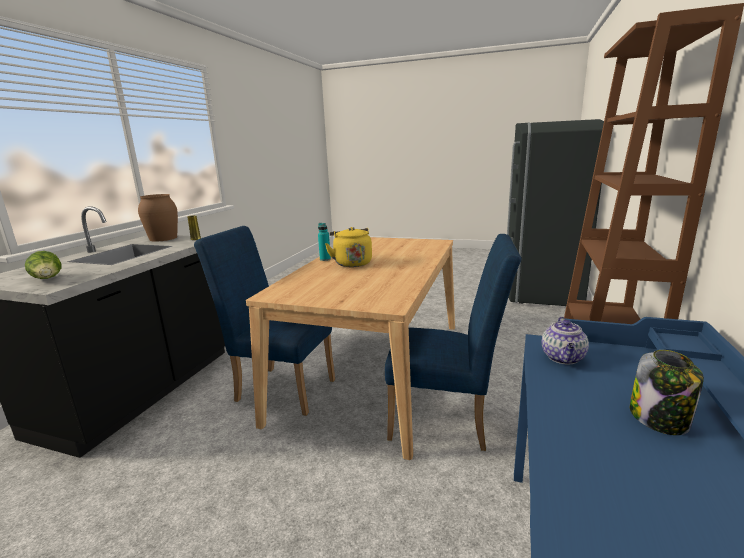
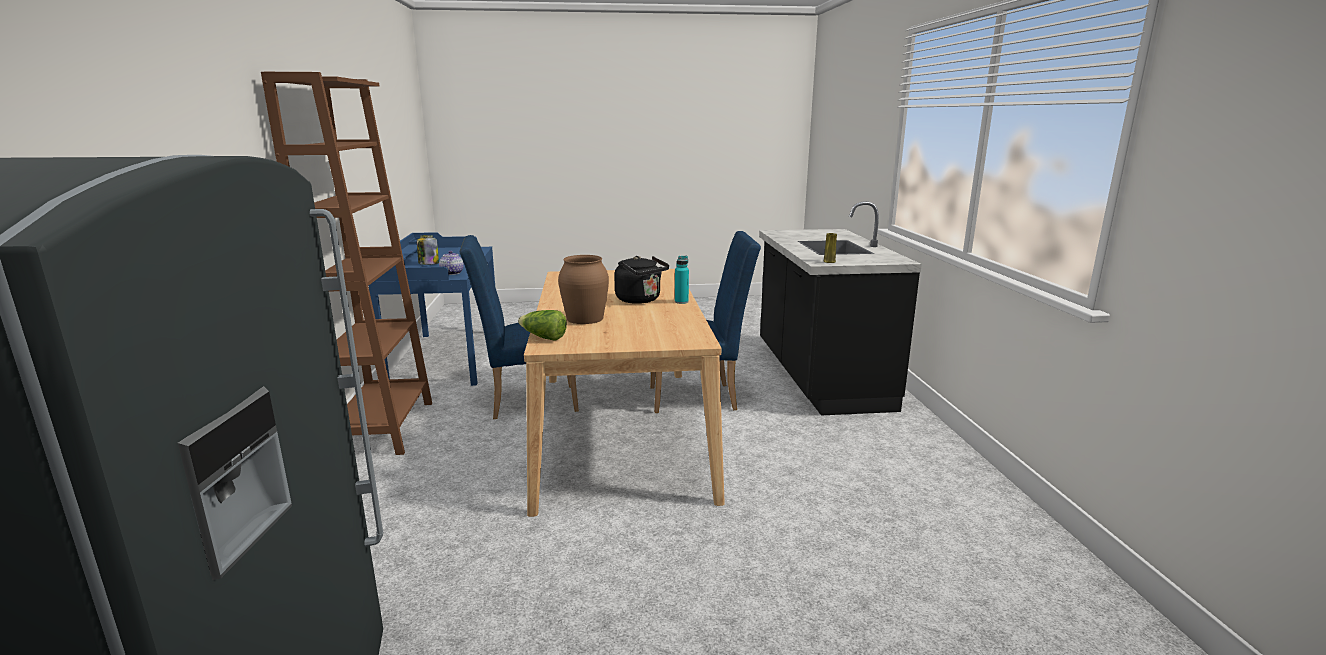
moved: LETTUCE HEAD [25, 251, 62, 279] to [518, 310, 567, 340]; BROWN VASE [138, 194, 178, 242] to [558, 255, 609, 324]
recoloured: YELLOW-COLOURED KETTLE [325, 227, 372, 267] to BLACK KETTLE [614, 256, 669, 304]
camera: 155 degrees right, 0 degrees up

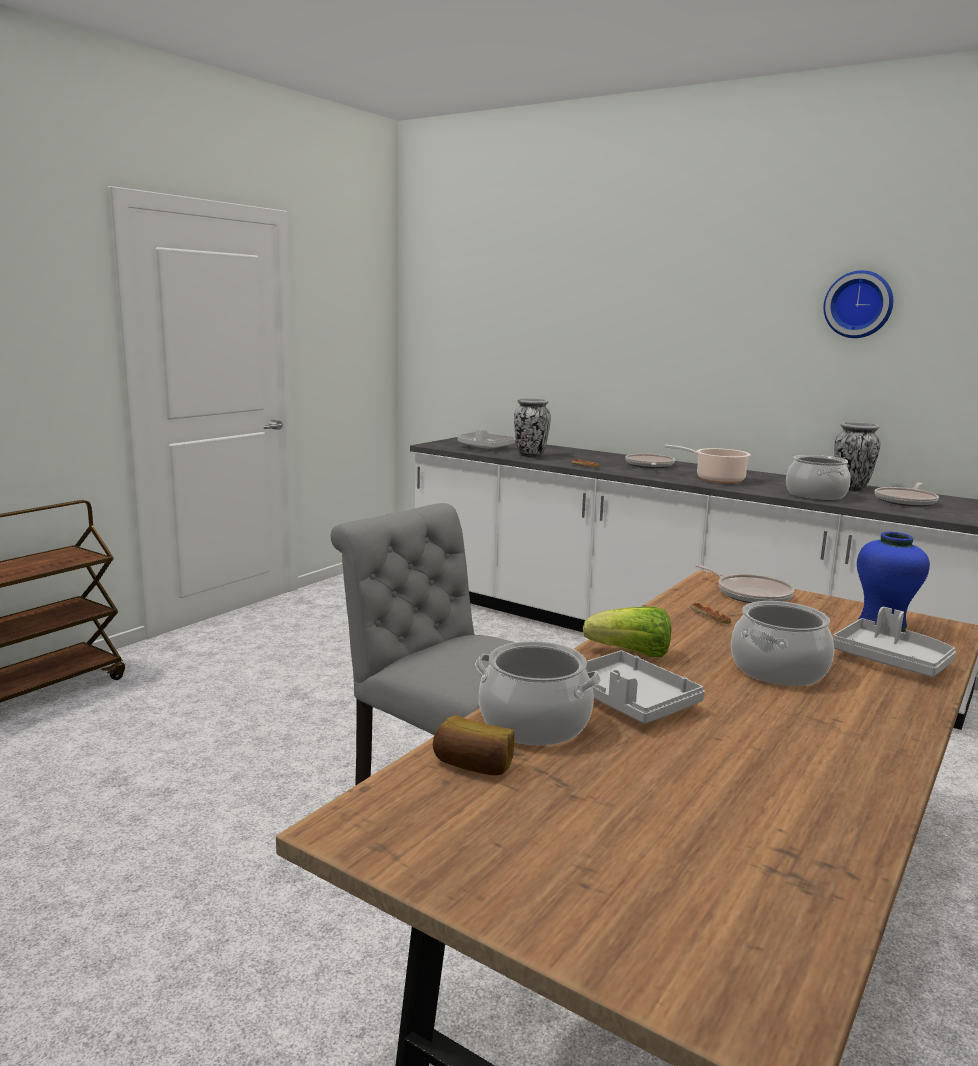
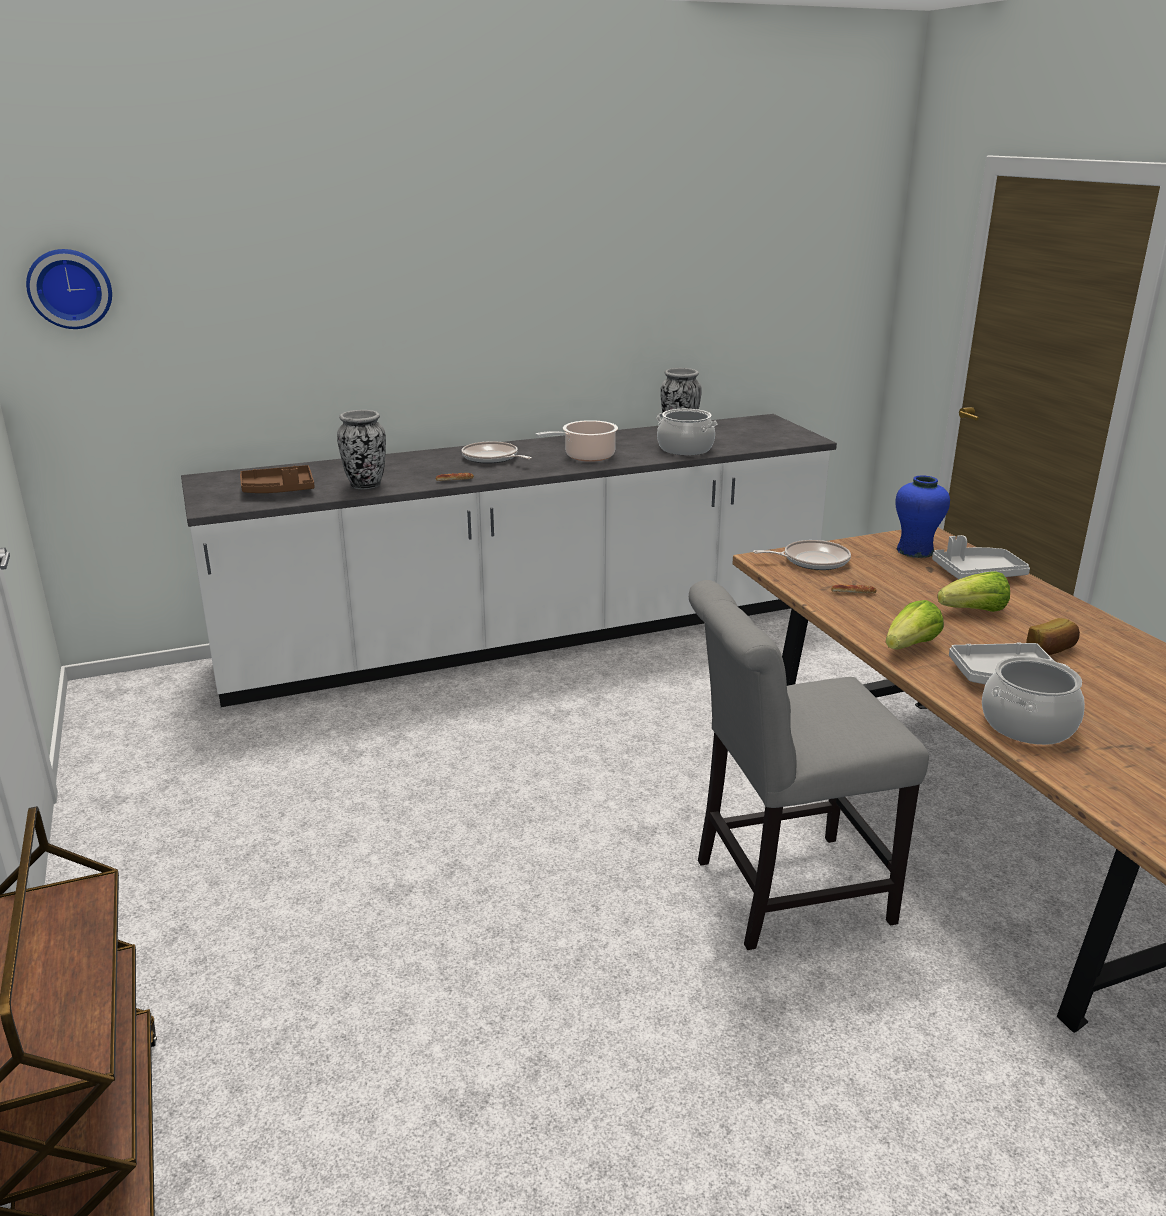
removed: SKILLET [875, 483, 939, 506]
moved: BAKED BREAD [433, 715, 515, 776] to [1026, 618, 1080, 655]; WALL CLOCK [824, 270, 893, 338] to [26, 249, 112, 329]
replaced: STOCKPOT [731, 601, 834, 686] to LETTUCE HEAD [937, 571, 1010, 612]
recoloured: GREYISH SERVING TRAY [457, 429, 515, 448] to BROWN SERVING TRAY [240, 465, 314, 493]
camera: 55 degrees left, 10 degrees up

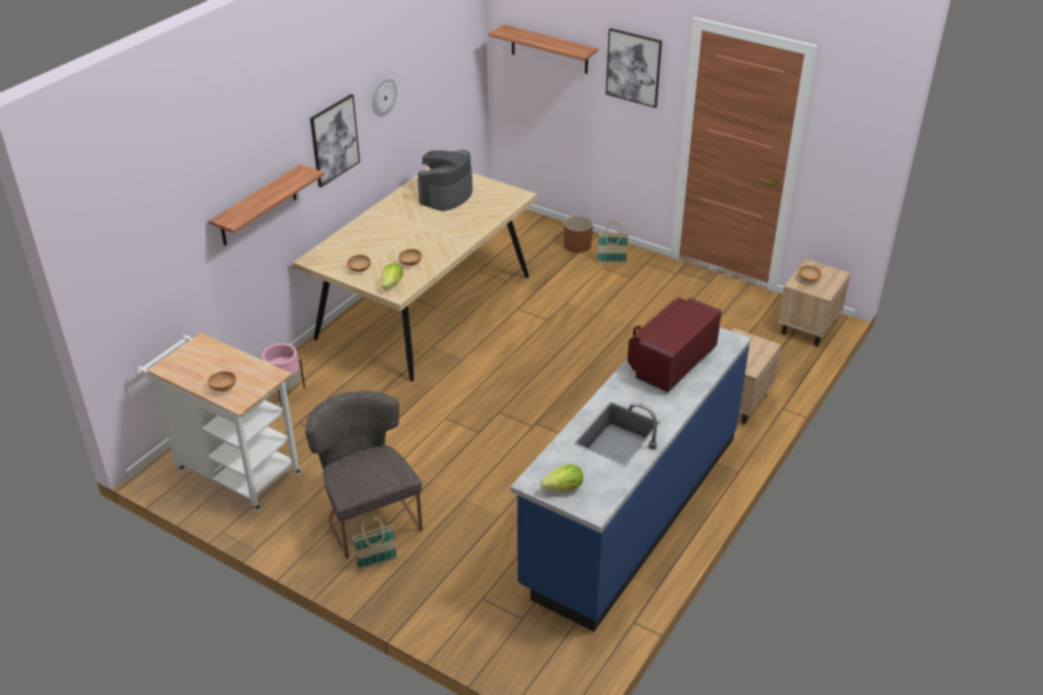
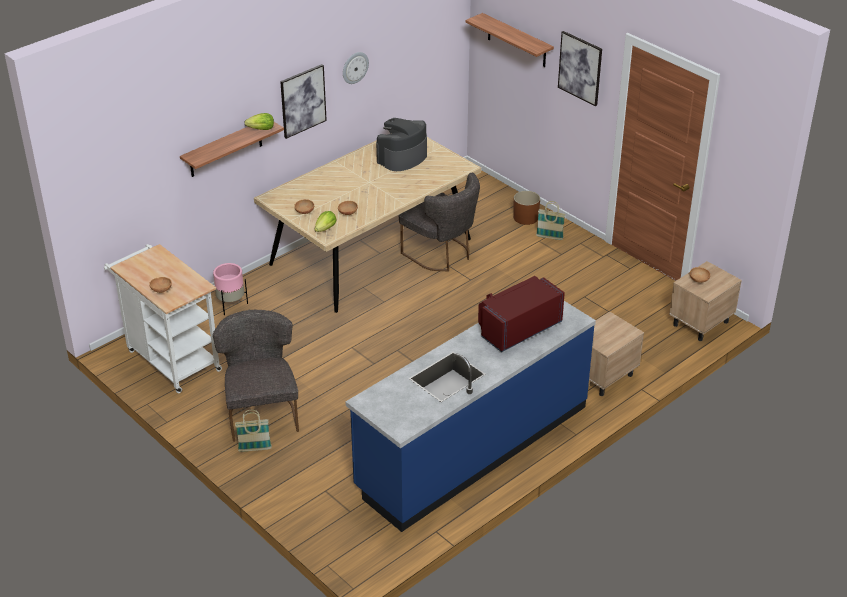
added: GREYISH PLAIN CHAIR [399, 173, 480, 271]
moved: LETTUCE HEAD [541, 464, 583, 491] to [244, 113, 274, 130]
camera: 15 degrees right, 0 degrees up

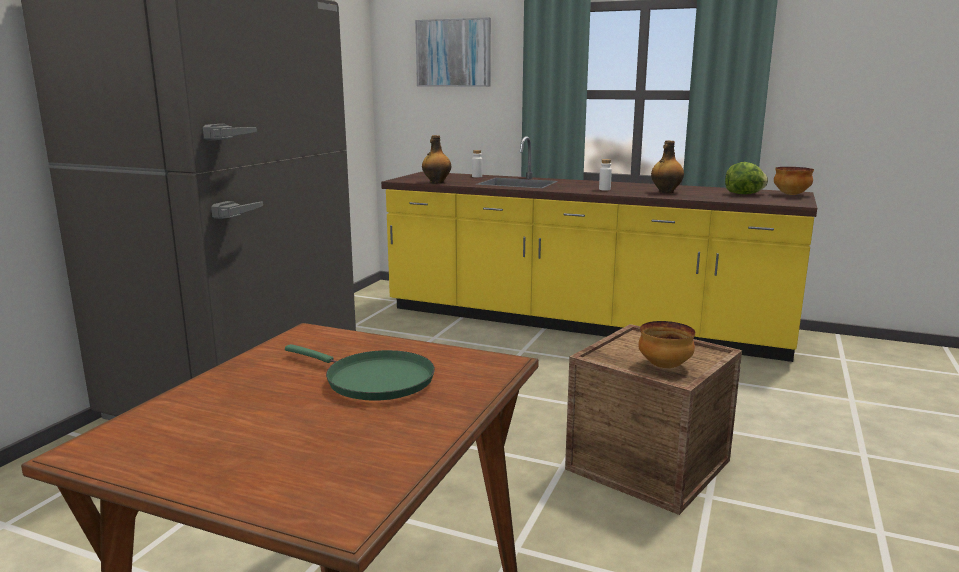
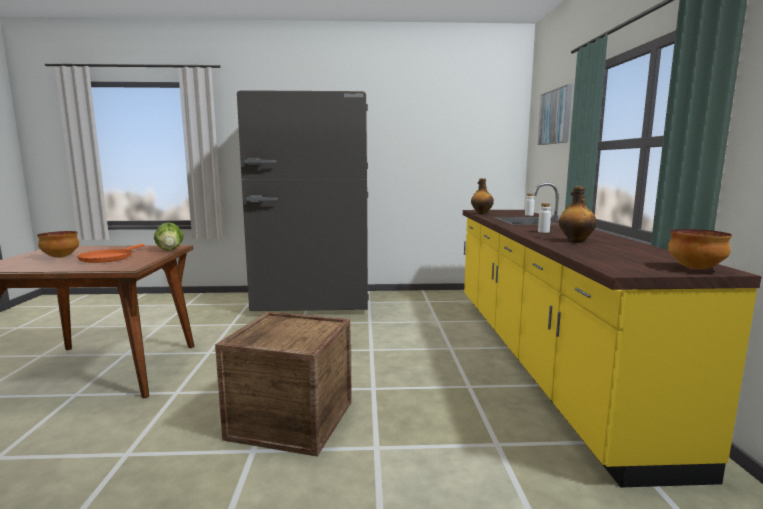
moved: SERVING BOWL [638, 321, 695, 368] to [37, 231, 79, 258]; LETTUCE HEAD [725, 162, 768, 194] to [154, 222, 184, 251]
recoloured: GREEN SKILLET [285, 344, 435, 401] to ORANGE-COLOURED SKILLET [77, 244, 145, 263]
camera: 65 degrees right, 5 degrees down

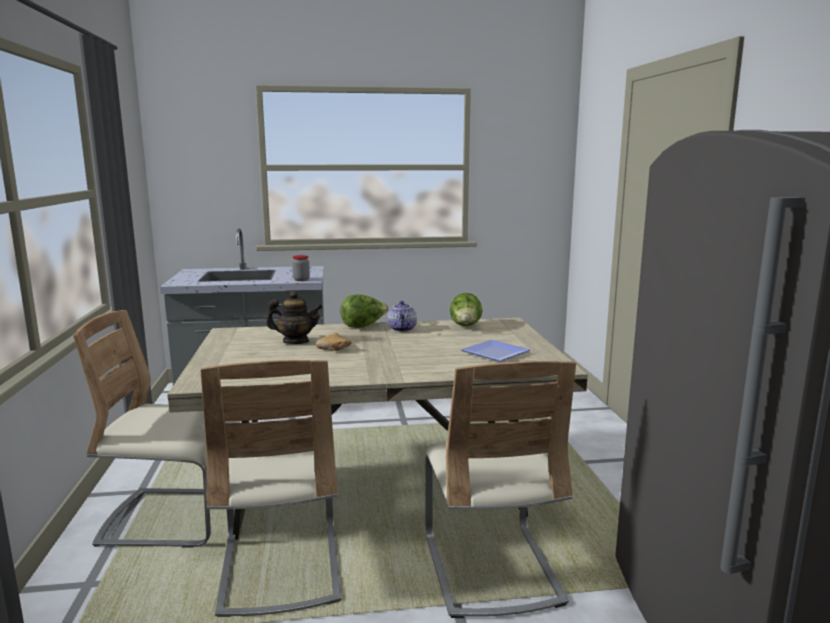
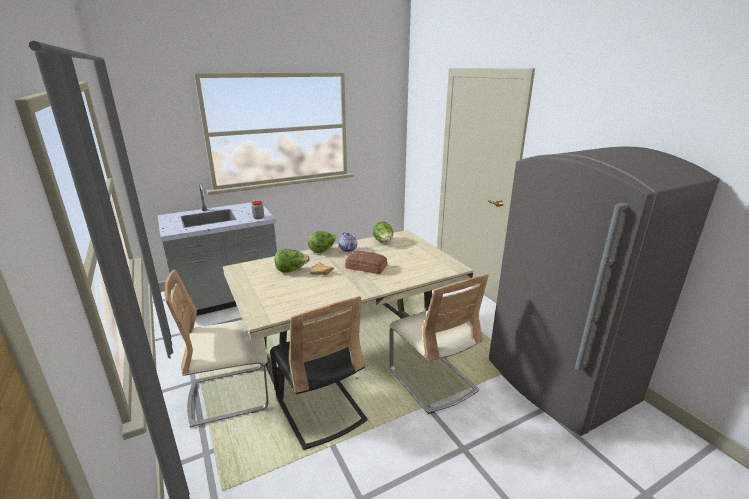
removed: FLAT DISH [461, 340, 530, 362]
added: BAKED BREAD [345, 251, 388, 274]
replaced: TEAPOT [266, 291, 323, 344] to LETTUCE HEAD [275, 249, 310, 273]
recoloured: BEIGE PLAIN CHAIR [200, 360, 342, 617] to BLACK PLAIN CHAIR [270, 296, 368, 450]
camera: 20 degrees left, 10 degrees up

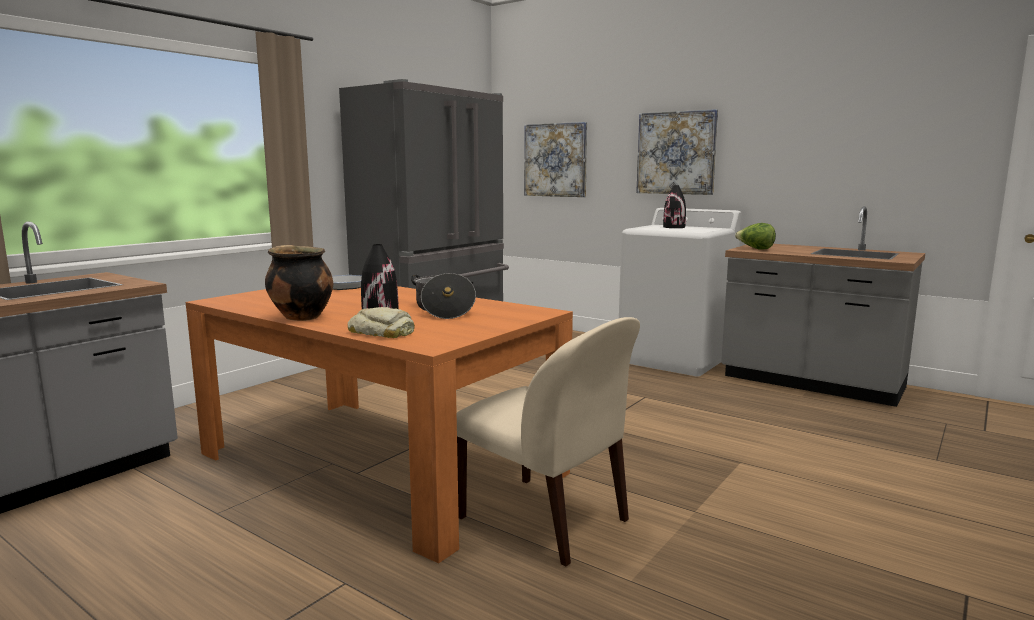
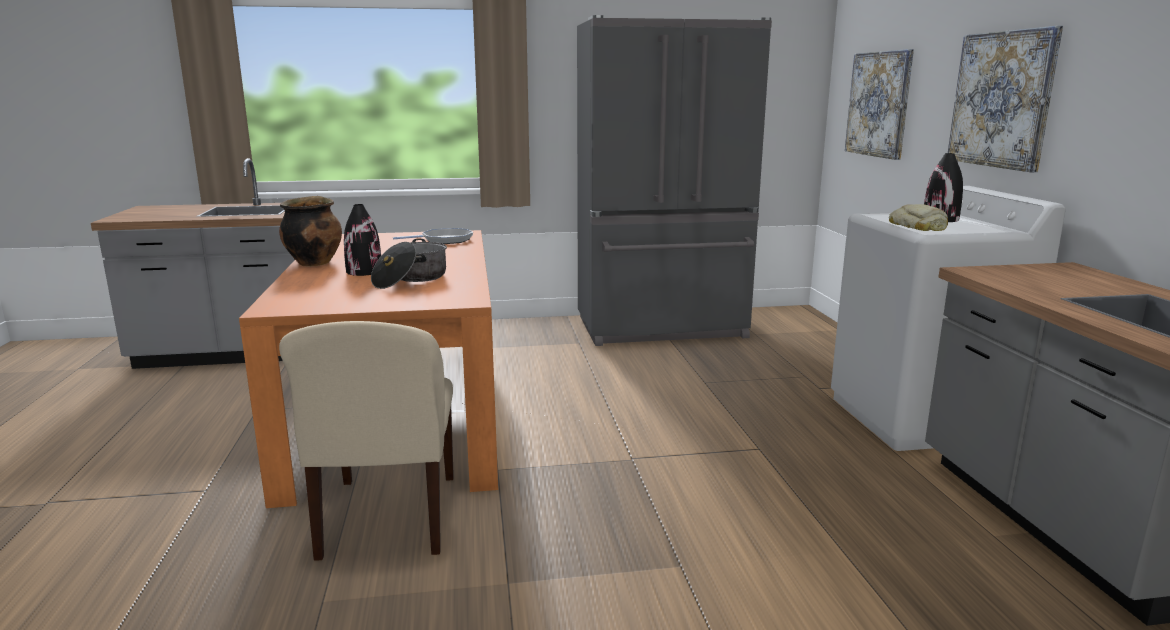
removed: LETTUCE HEAD [735, 223, 776, 250]
moved: BAKED BREAD [348, 307, 415, 338] to [889, 204, 948, 231]
camera: 45 degrees right, 5 degrees up

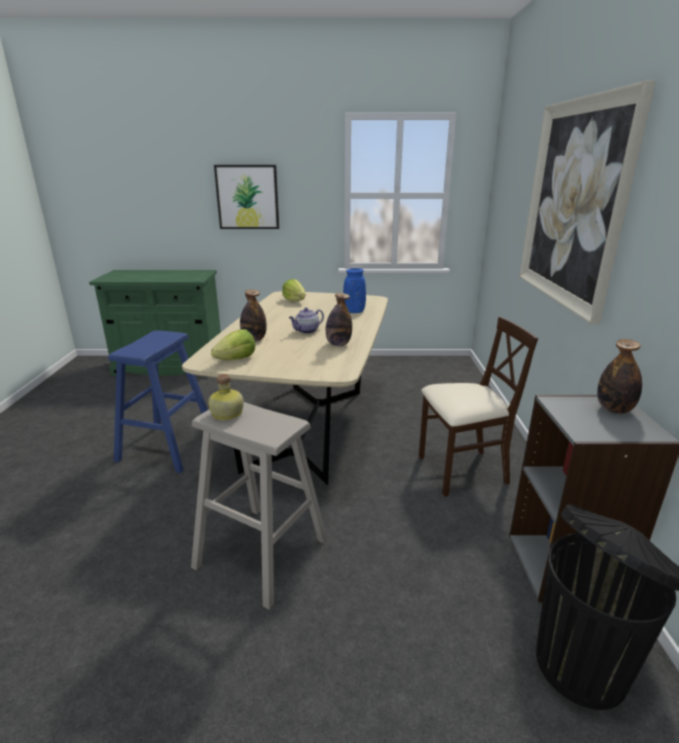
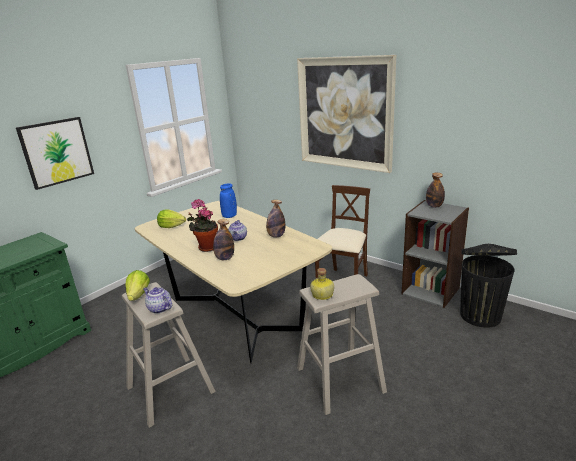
added: TEAPOT [143, 287, 172, 314]; POTTED PLANT [187, 199, 218, 252]
moved: LETTUCE HEAD [211, 329, 255, 360] to [126, 270, 150, 301]
recoloured: BLUE-COLOURED SITTING STOOL [108, 330, 208, 473] to BEIGE SITTING STOOL [122, 282, 216, 428]
camera: 50 degrees left, 0 degrees up

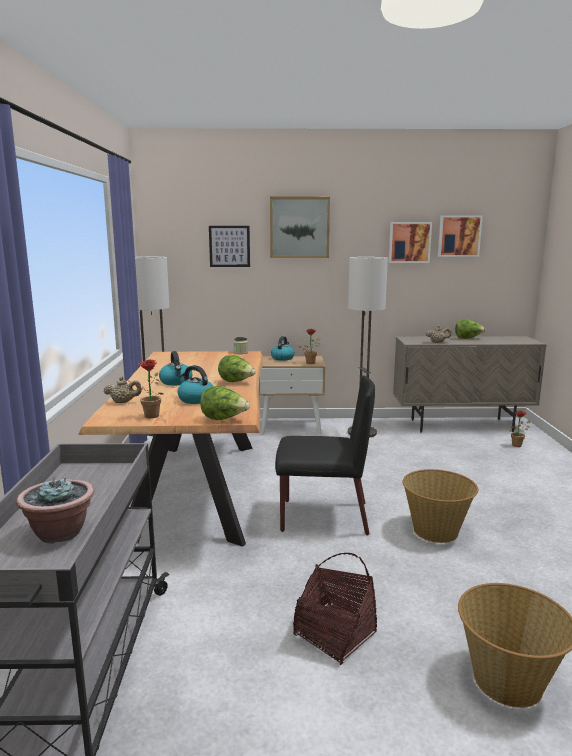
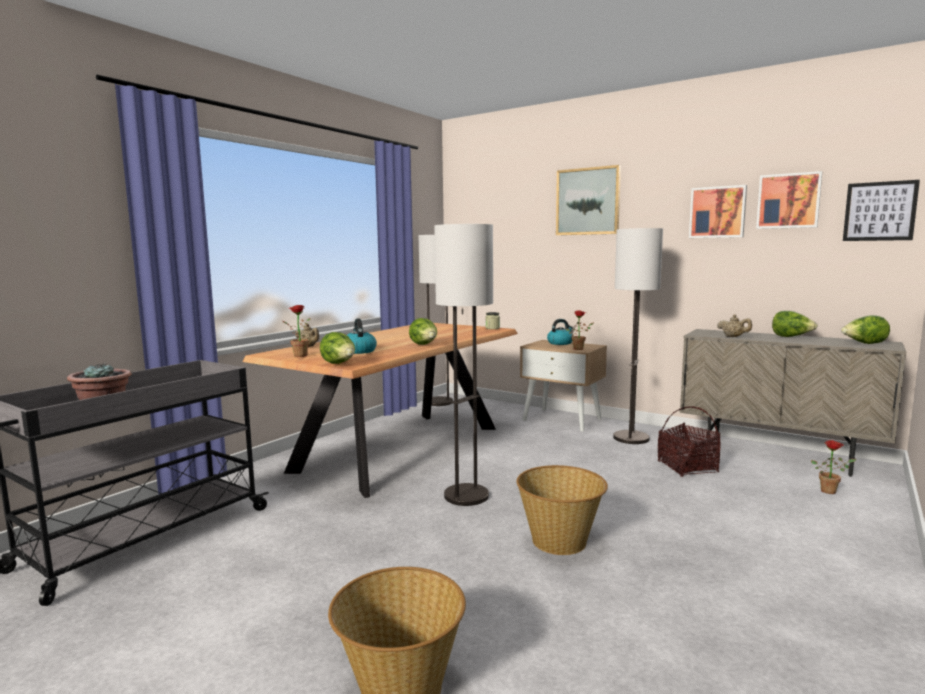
removed: KETTLE [159, 351, 192, 386]
added: LETTUCE HEAD [841, 315, 890, 344]
moved: WALL PICTURE [209, 226, 250, 267] to [843, 180, 920, 241]; STORAGE BASKET [293, 553, 377, 665] to [658, 407, 721, 477]
replaced: BLACK PLAIN CHAIR [275, 376, 375, 535] to STANDARD LAMP [434, 224, 493, 506]
camera: 35 degrees right, 5 degrees down

